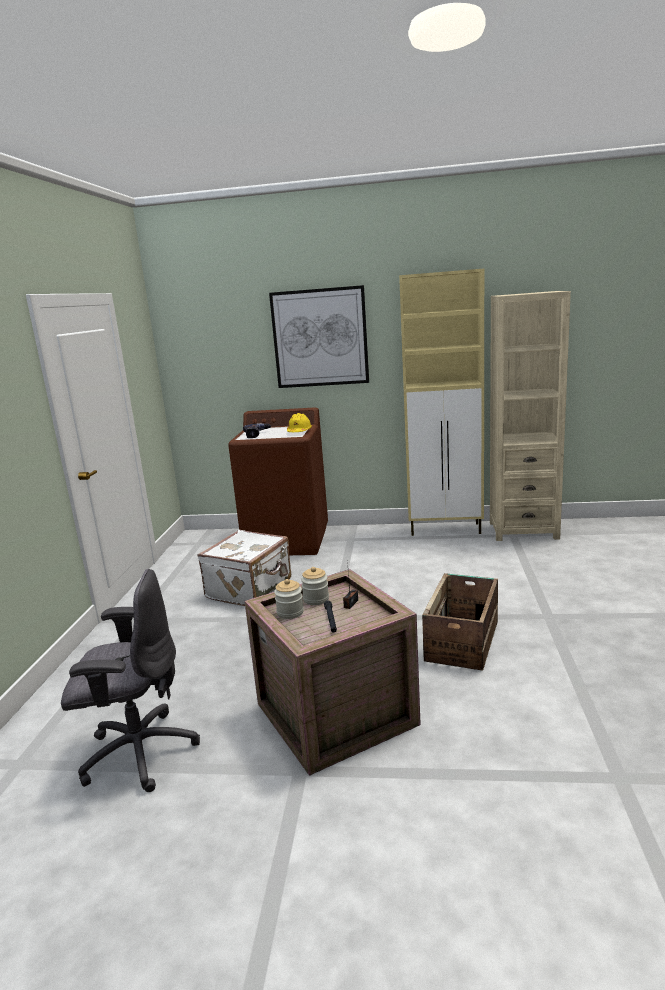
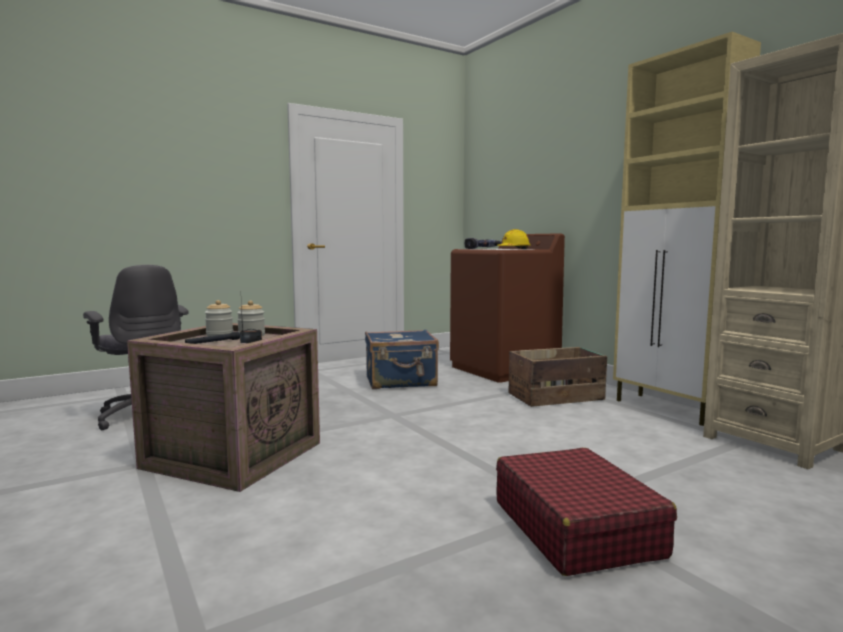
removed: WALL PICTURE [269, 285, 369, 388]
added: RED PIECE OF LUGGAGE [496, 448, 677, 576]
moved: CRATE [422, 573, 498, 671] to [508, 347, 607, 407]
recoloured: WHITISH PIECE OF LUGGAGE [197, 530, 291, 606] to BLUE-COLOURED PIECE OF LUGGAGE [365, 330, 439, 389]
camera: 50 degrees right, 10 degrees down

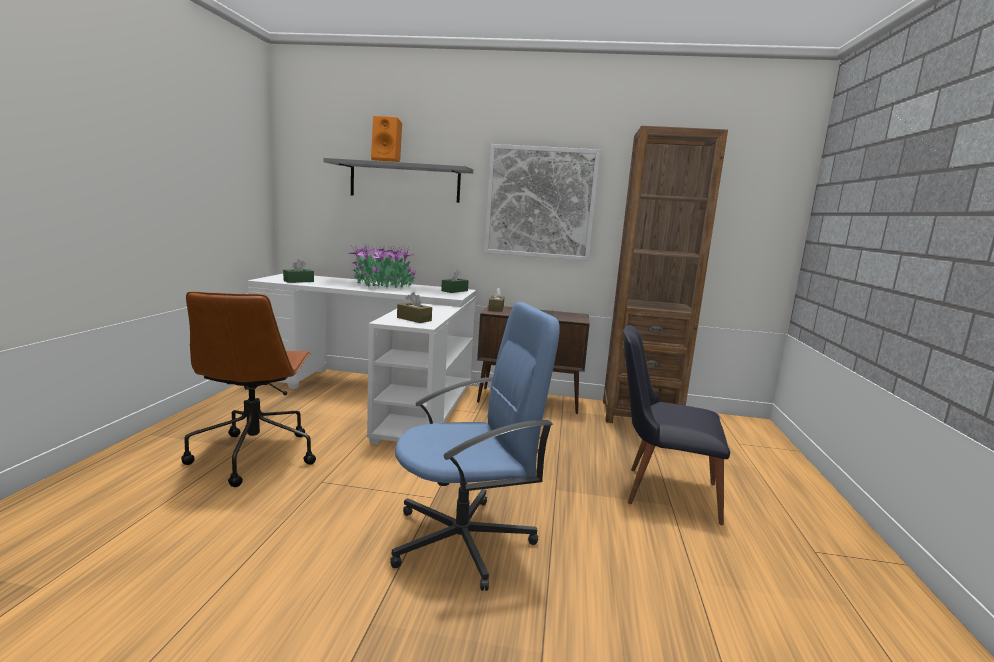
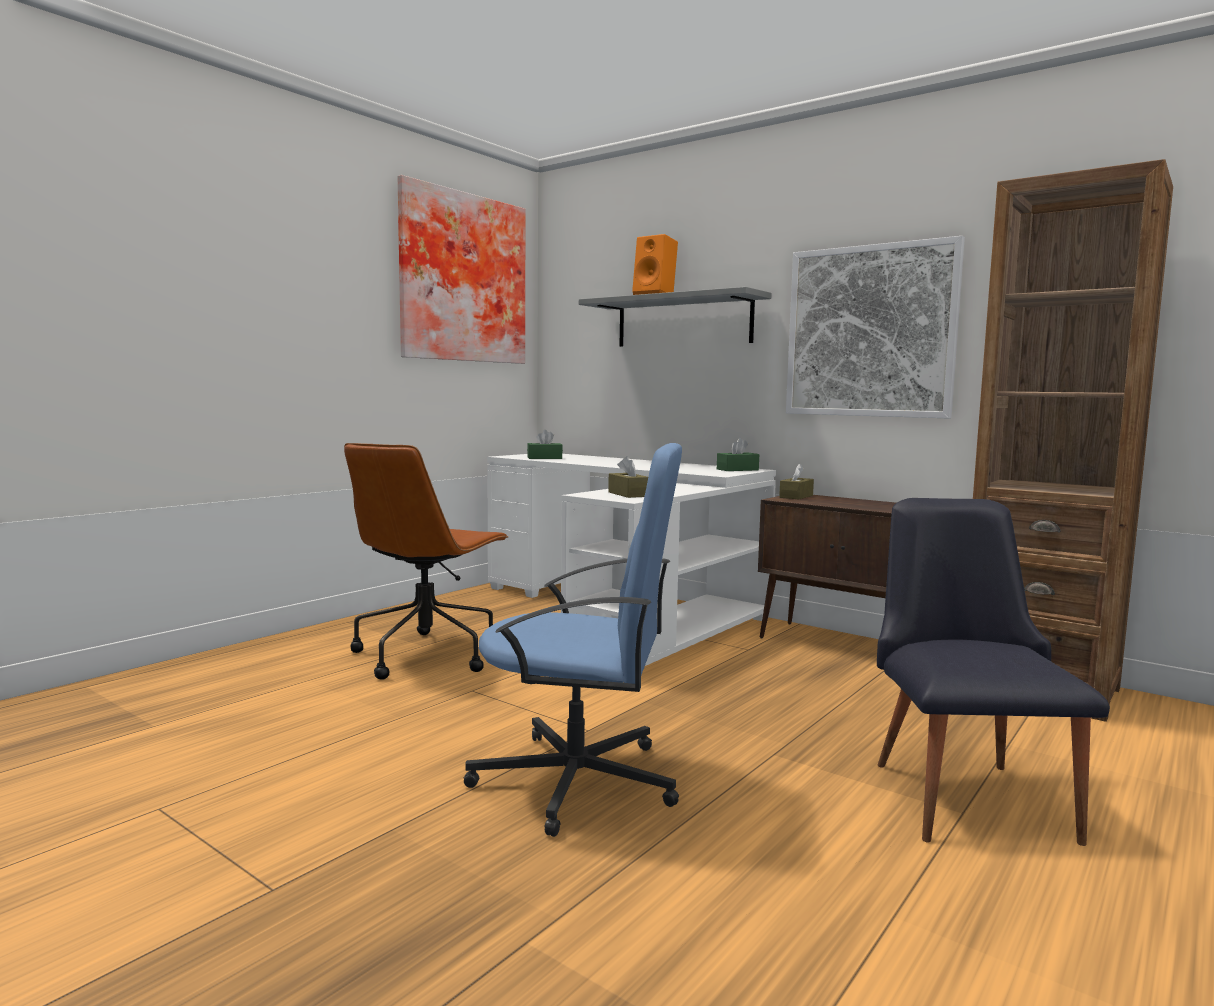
removed: POTTED PLANT [348, 243, 418, 288]
added: WALL PICTURE [398, 175, 525, 364]
turned: BLACK PLAIN CHAIR [623, 325, 730, 525] = [877, 498, 1110, 846] 45 degrees clockwise
camera: 30 degrees right, 5 degrees down

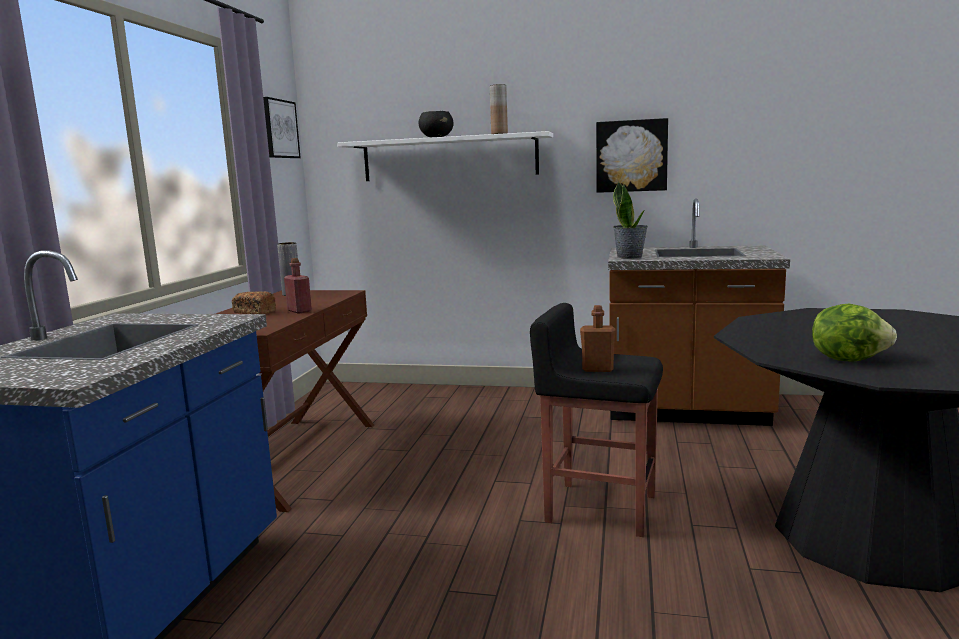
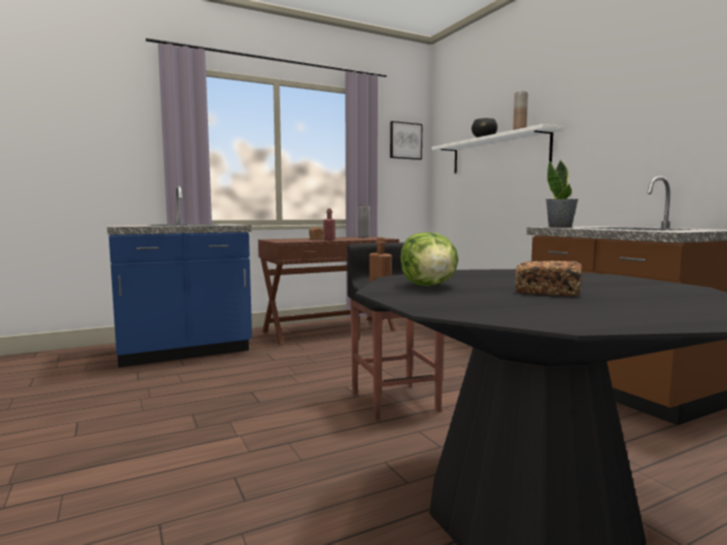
removed: WALL PICTURE [596, 118, 668, 193]
added: BAKED BREAD [515, 261, 582, 296]
camera: 50 degrees right, 5 degrees down

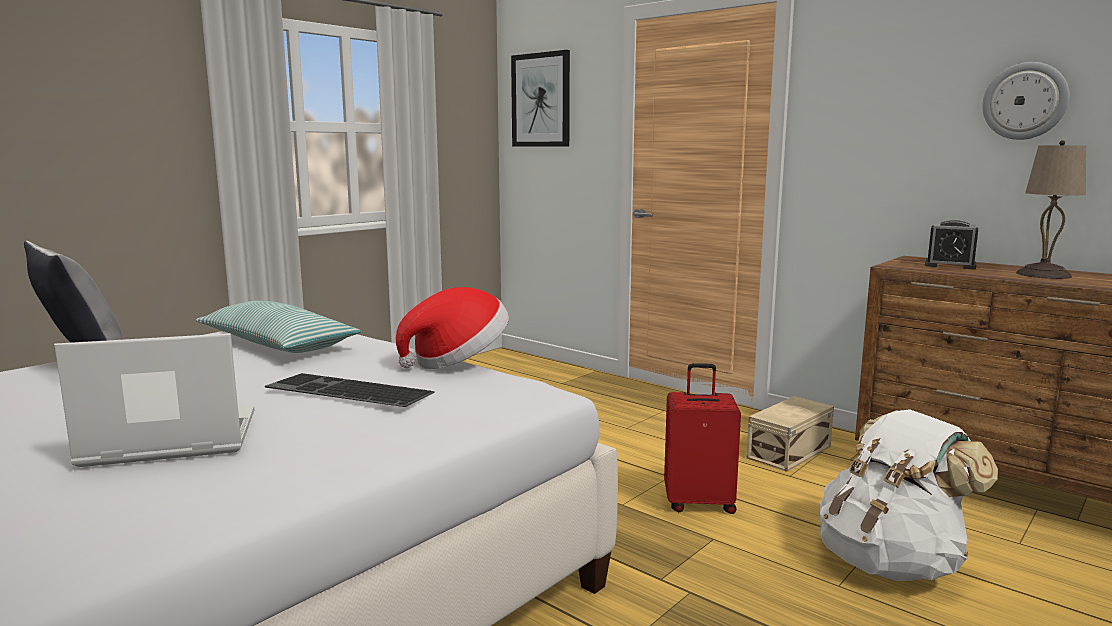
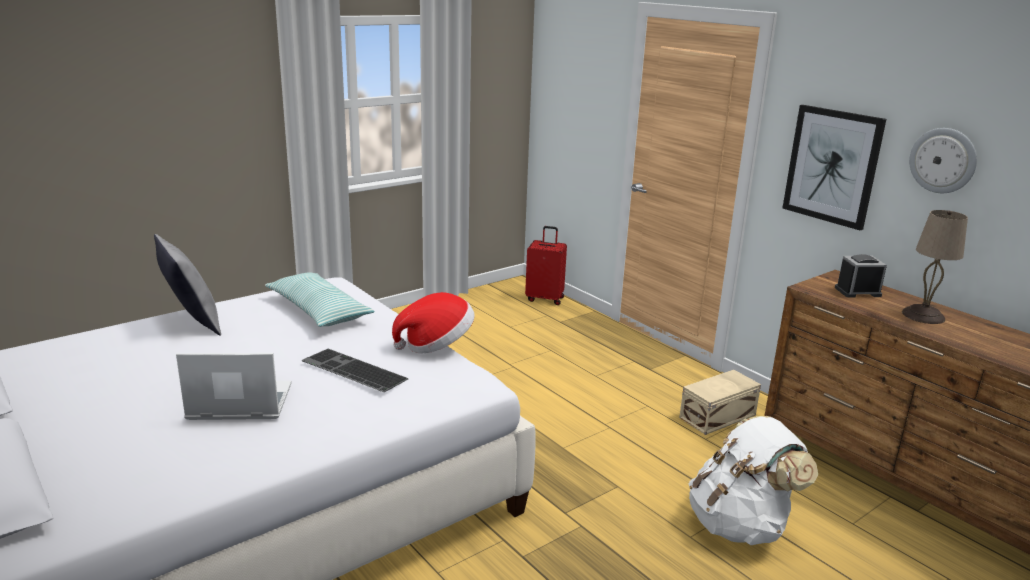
moved: WALL PICTURE [511, 50, 570, 147] to [782, 105, 886, 230]; RED PIECE OF LUGGAGE [664, 363, 741, 514] to [525, 226, 567, 305]
turned: BEDSIDE CLOCK [925, 220, 978, 269] = [835, 254, 887, 297] 135 degrees clockwise
camera: 10 degrees right, 10 degrees up

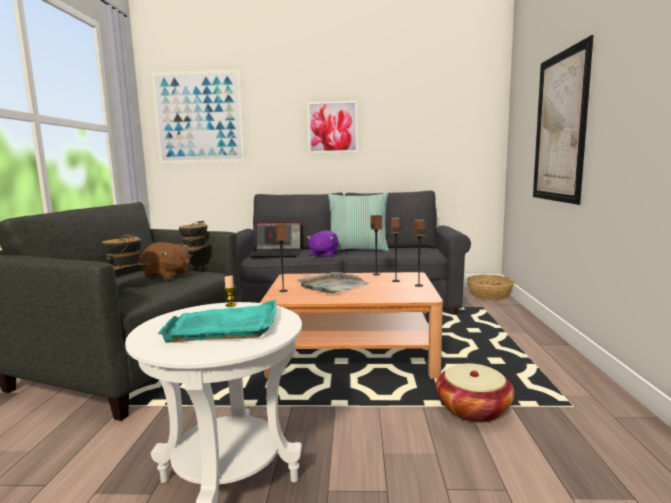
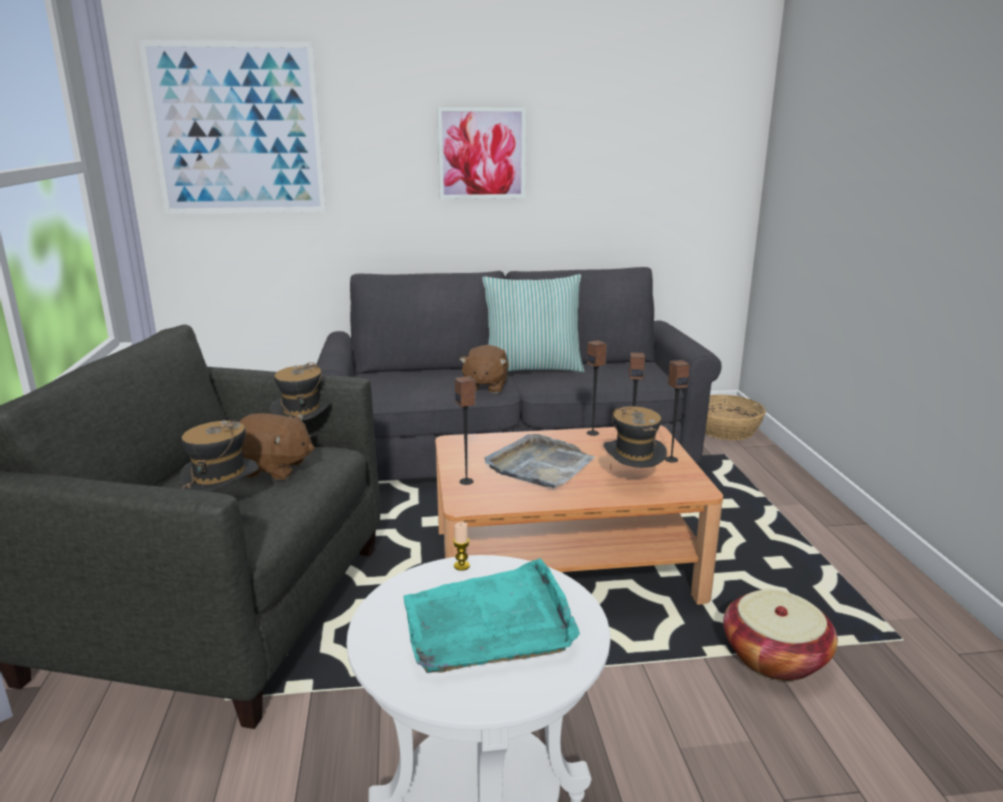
removed: NOTEBOOK COMPUTER [250, 222, 301, 258]; WALL PICTURE [533, 35, 593, 205]
added: WEARABLE HAT [603, 406, 667, 468]
recoloured: PURPLE-COLOURED CUDDLY TOY [307, 230, 338, 258] to BROWN CUDDLY TOY [459, 345, 508, 393]
camera: 10 degrees left, 10 degrees up

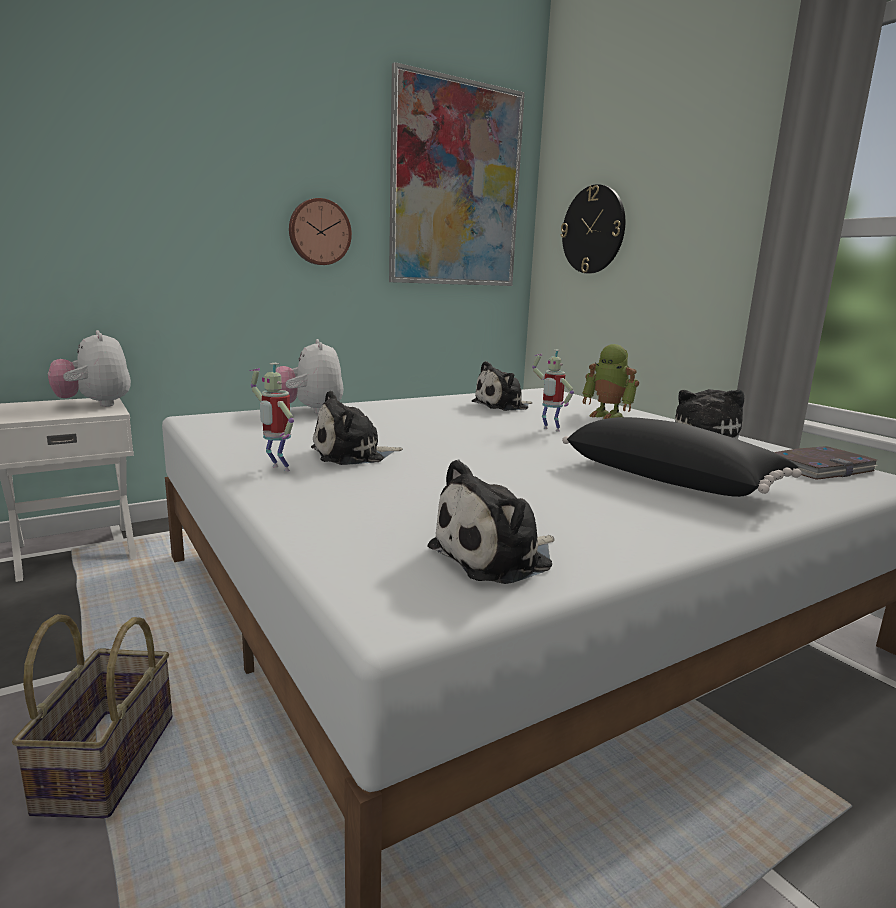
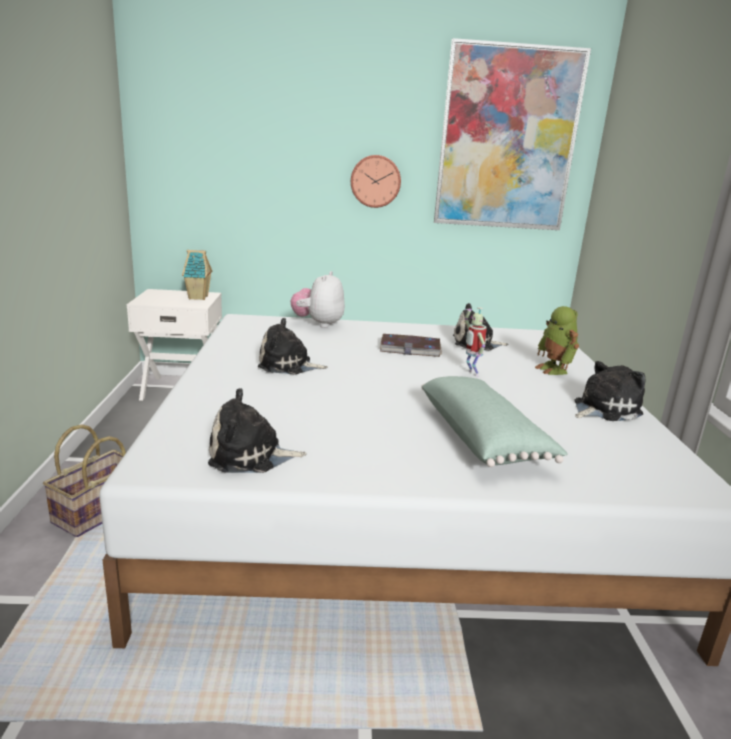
removed: TOY ROBOT [249, 363, 294, 472]; WALL CLOCK [560, 184, 625, 273]
moved: BOUND BOOK [774, 446, 877, 480] to [380, 334, 442, 357]
replaced: CUDDLY TOY [48, 330, 131, 407] to MINIATURE HOUSE [182, 250, 213, 300]
recoloured: BLACK PILLOW [562, 417, 802, 497] to GREEN PILLOW [421, 376, 568, 467]
camera: 30 degrees right, 5 degrees up

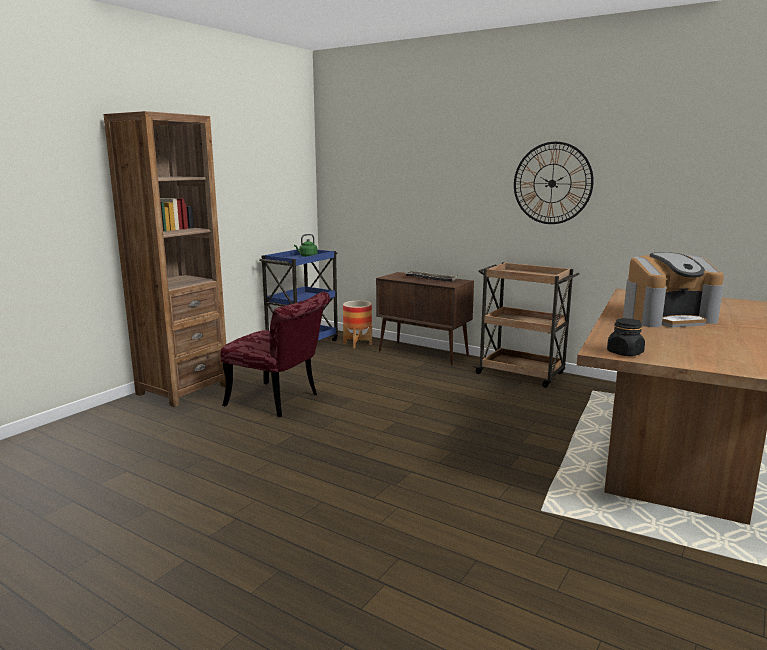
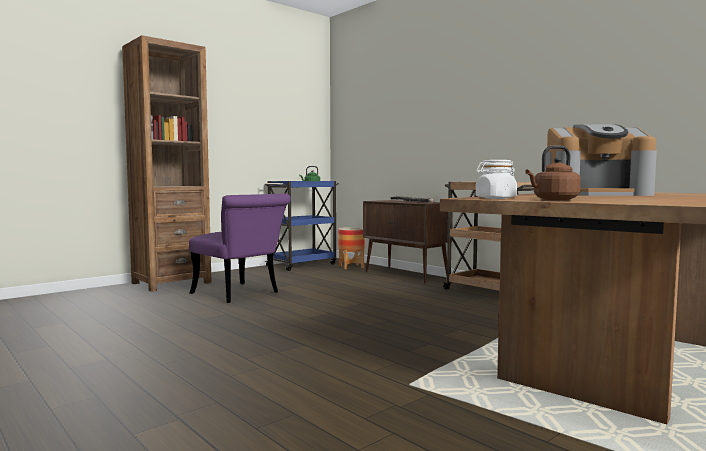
removed: WALL CLOCK [514, 142, 594, 224]
added: BROWN KETTLE [525, 145, 581, 200]
recoloured: RED PLAIN CHAIR [220, 292, 330, 417] to PURPLE-COLOURED PLAIN CHAIR [189, 194, 291, 303]; BLACK JAR [607, 318, 645, 356] to WHITISH JAR [476, 160, 517, 199]
camera: 15 degrees right, 10 degrees down

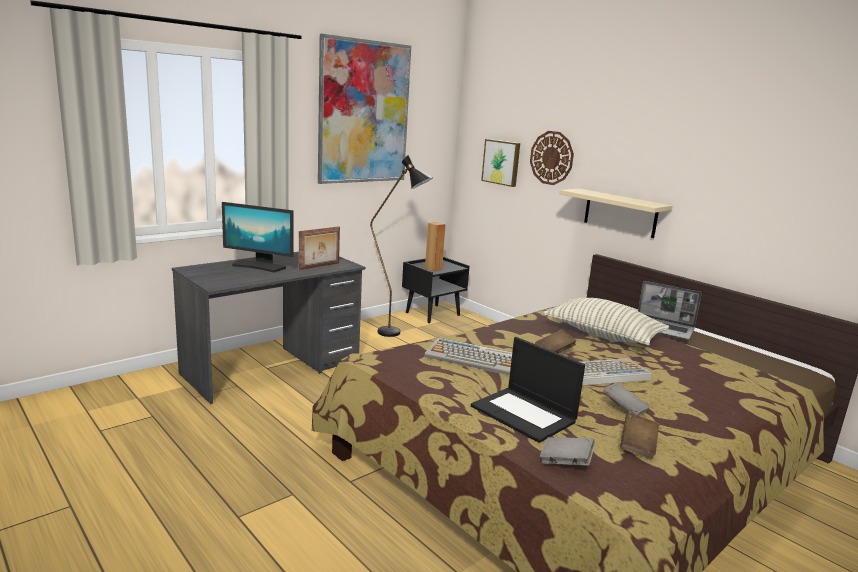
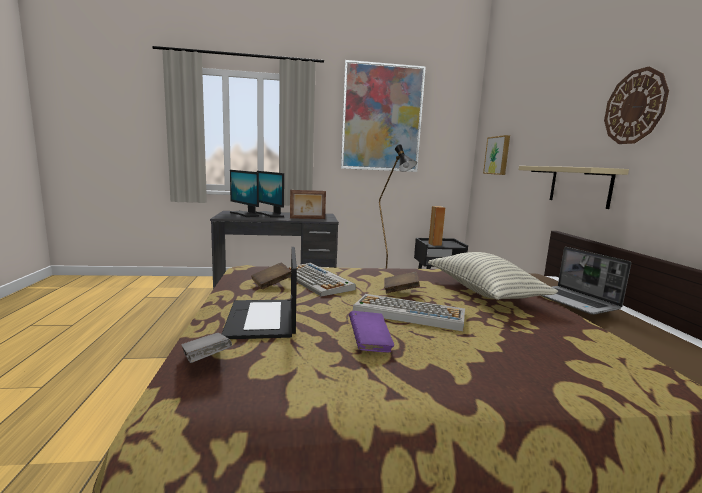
added: COMPUTER SCREEN [230, 170, 259, 217]
moved: WALL CLOCK [530, 131, 574, 185] to [604, 66, 669, 144]; BROWN BOUND BOOK [620, 413, 659, 459] to [251, 263, 291, 289]
recoloured: GREYISH BOUND BOOK [603, 383, 650, 416] to PURPLE-COLOURED BOUND BOOK [349, 311, 394, 353]
camera: 35 degrees right, 5 degrees down

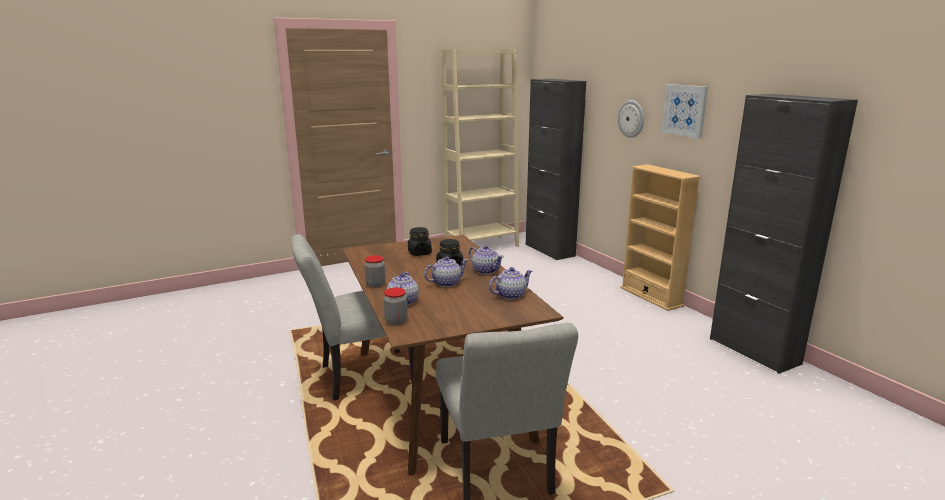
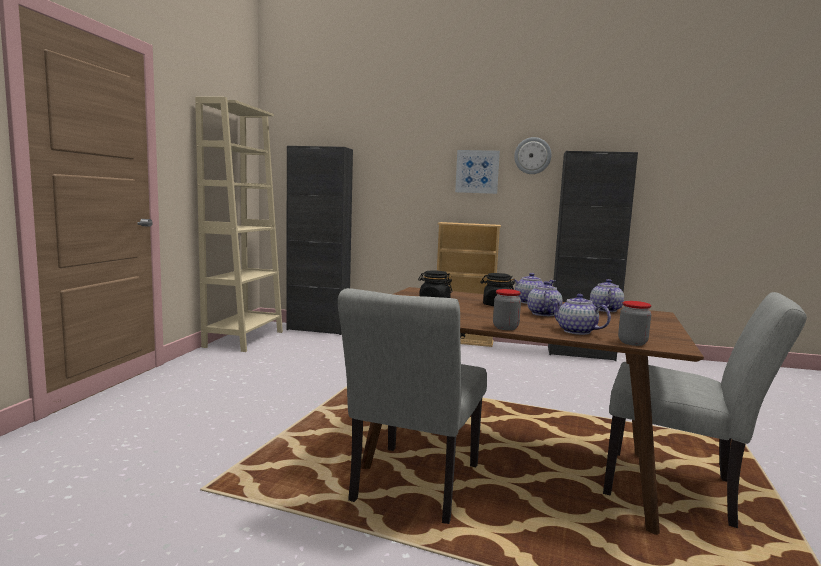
moved: WALL CLOCK [618, 100, 644, 138] to [514, 137, 551, 174]
camera: 50 degrees left, 10 degrees down

